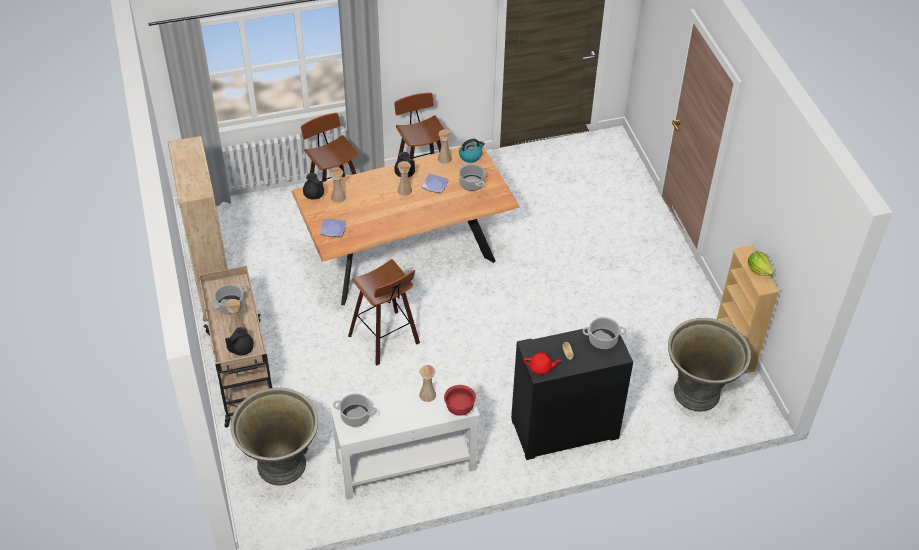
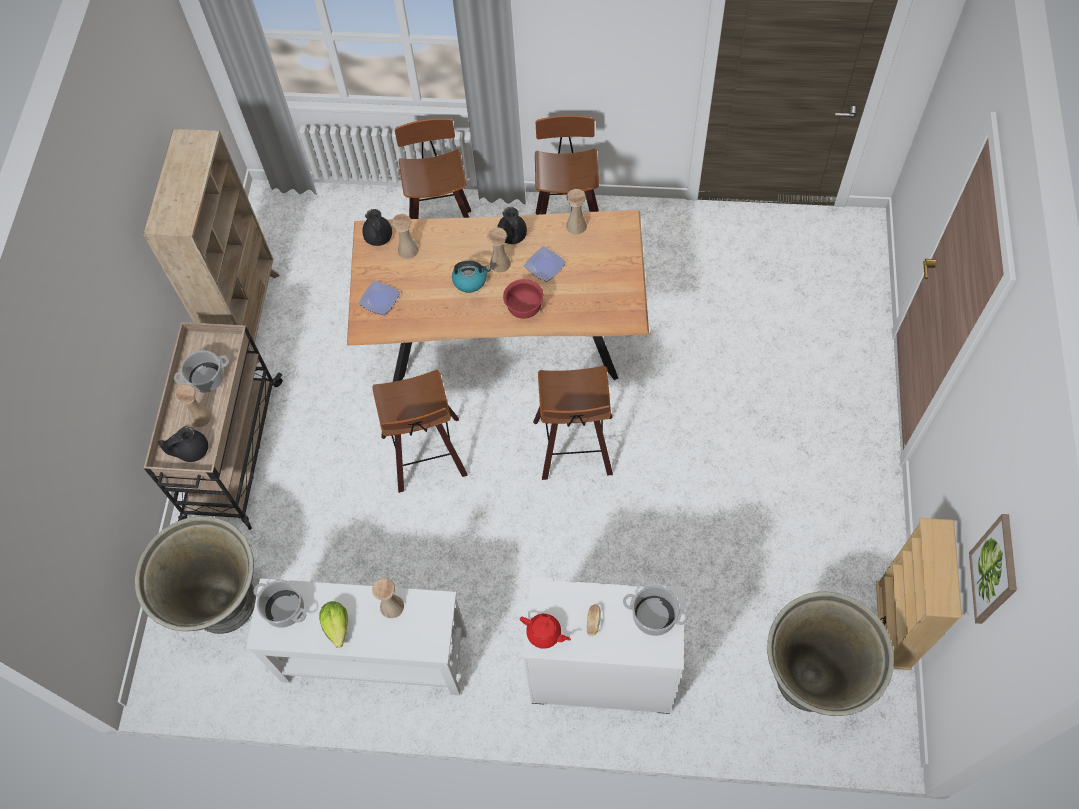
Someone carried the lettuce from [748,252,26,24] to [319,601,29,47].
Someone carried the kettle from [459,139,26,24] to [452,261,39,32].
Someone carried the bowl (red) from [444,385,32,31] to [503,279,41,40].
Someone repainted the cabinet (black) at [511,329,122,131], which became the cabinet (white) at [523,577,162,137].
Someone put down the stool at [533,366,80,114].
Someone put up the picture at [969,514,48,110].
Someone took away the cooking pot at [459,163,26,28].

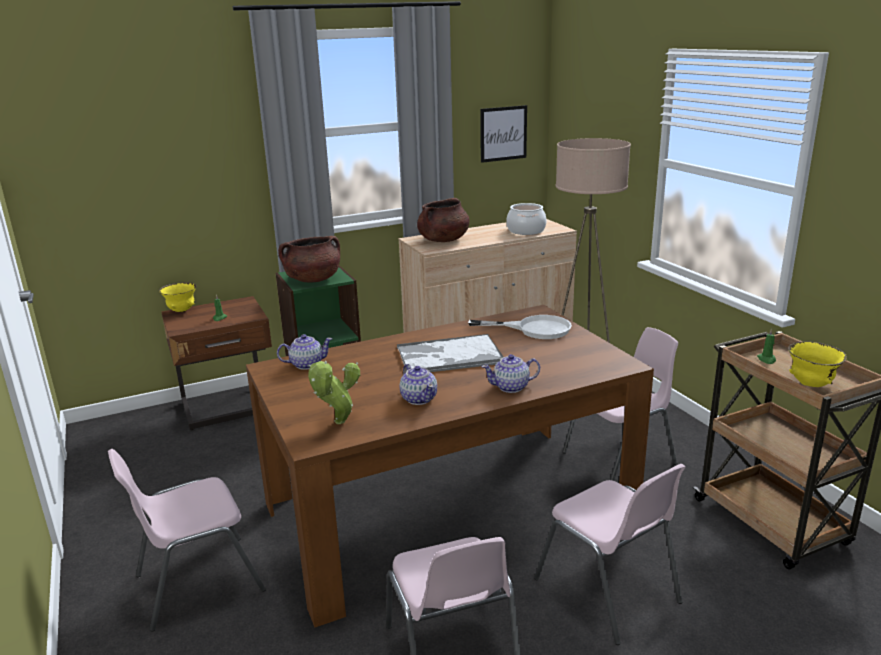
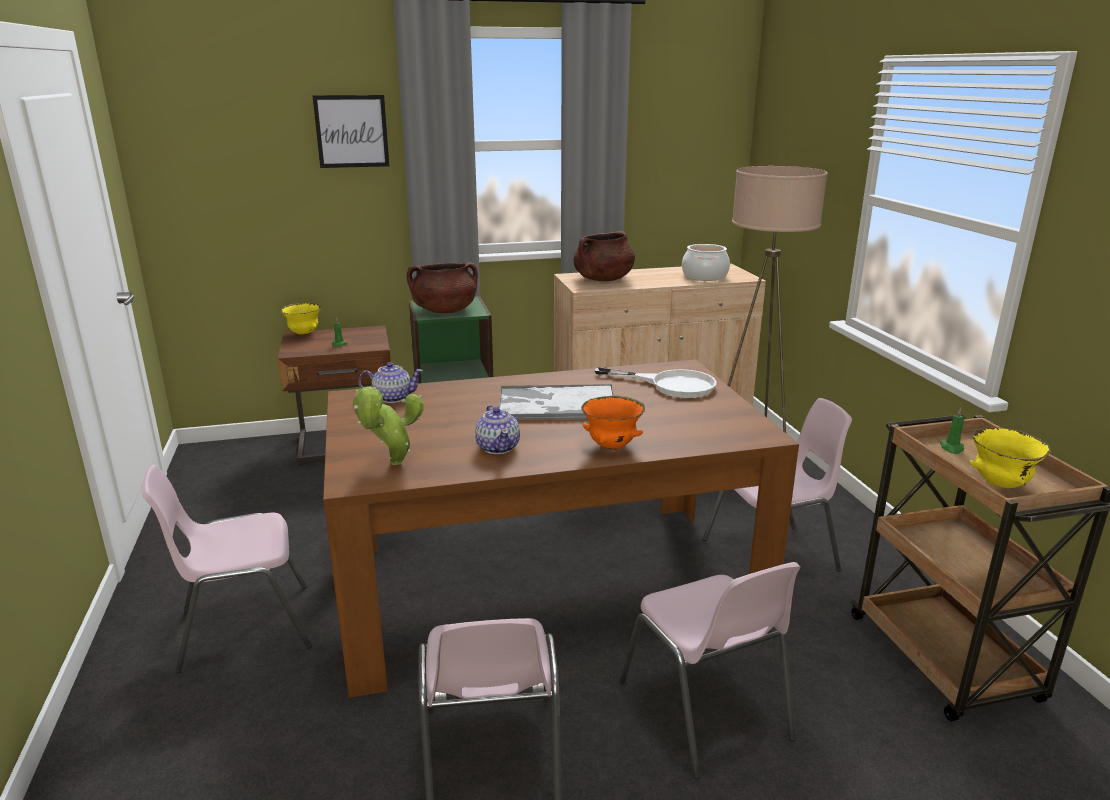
Someone carried the picture from [480,105,47,58] to [312,95,77,73].
Someone swapped the teapot at [482,354,58,39] for the bowl (orange) at [581,396,64,54].

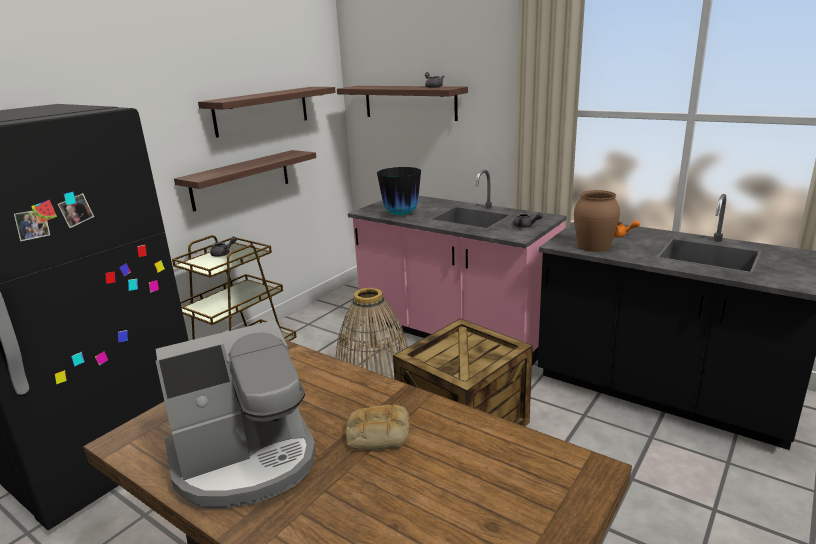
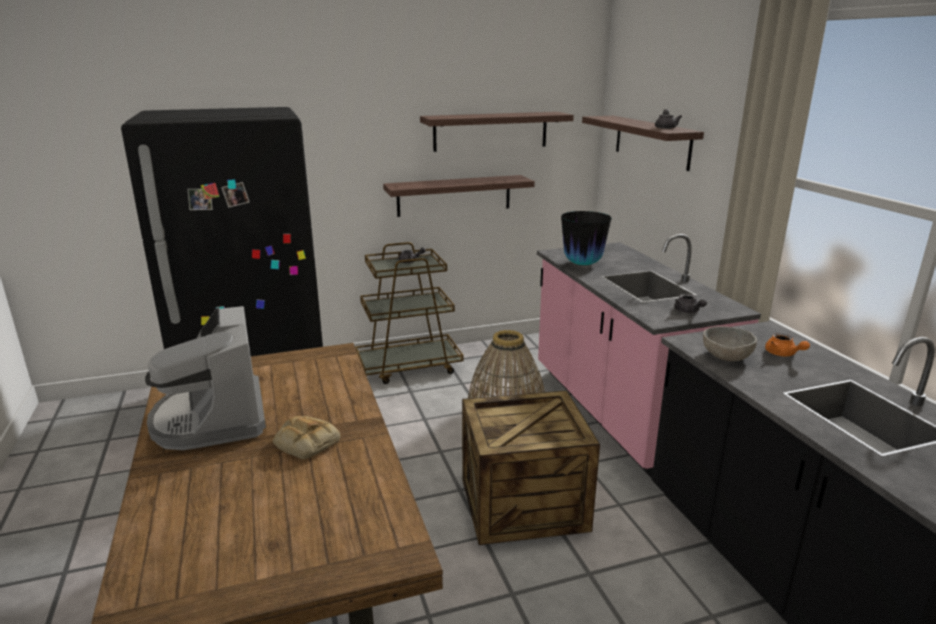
Someone rotated the coffee machine at [156,320,160,188] by 60 degrees clockwise.
Someone swapped the vase (brown) at [574,190,46,62] for the bowl (grey) at [703,326,54,35].

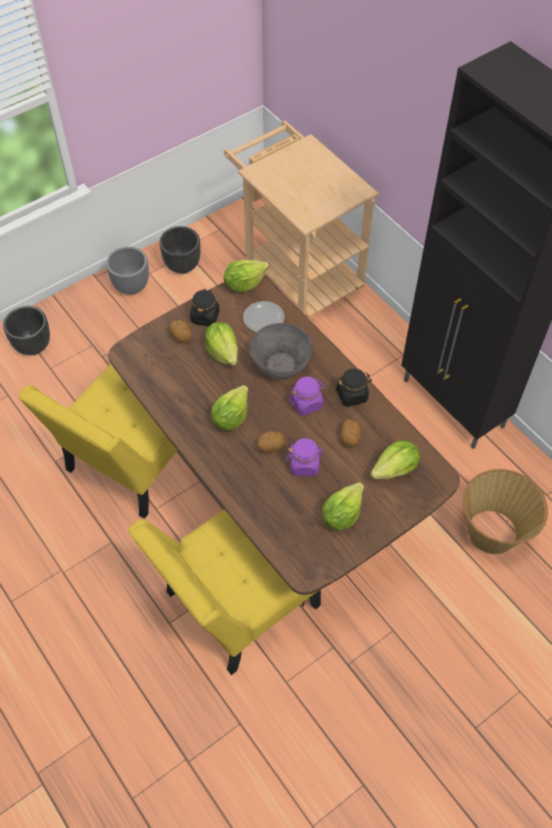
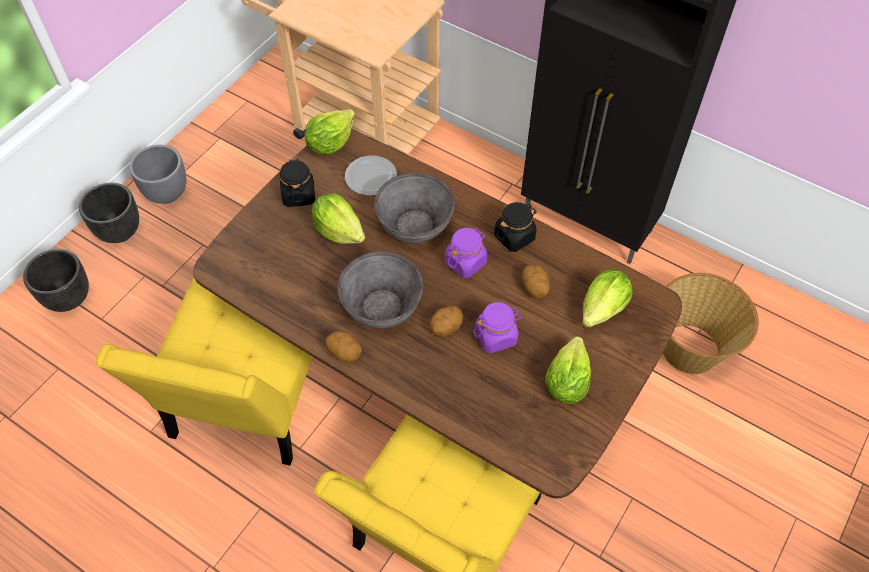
Someone carried the planter (black) from [159,226,42,48] to [79,183,60,60].
Someone carried the potato from [169,320,23,23] to [325,331,37,31].
Someone swapped the lettuce at [211,385,37,46] for the bowl (grey) at [337,251,86,77].

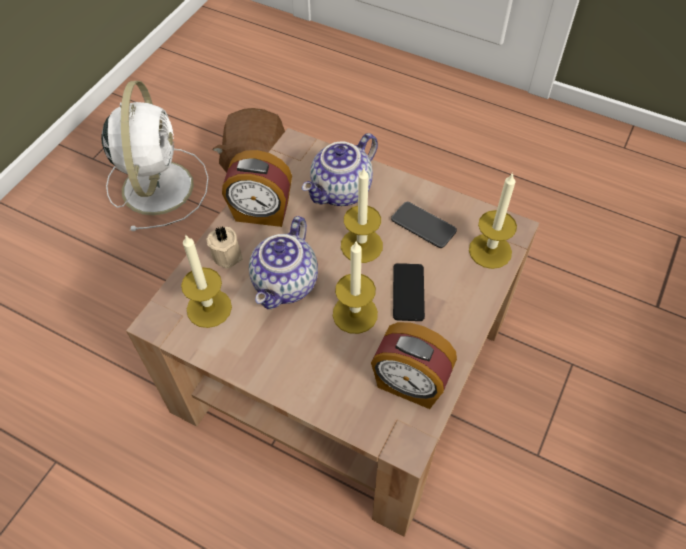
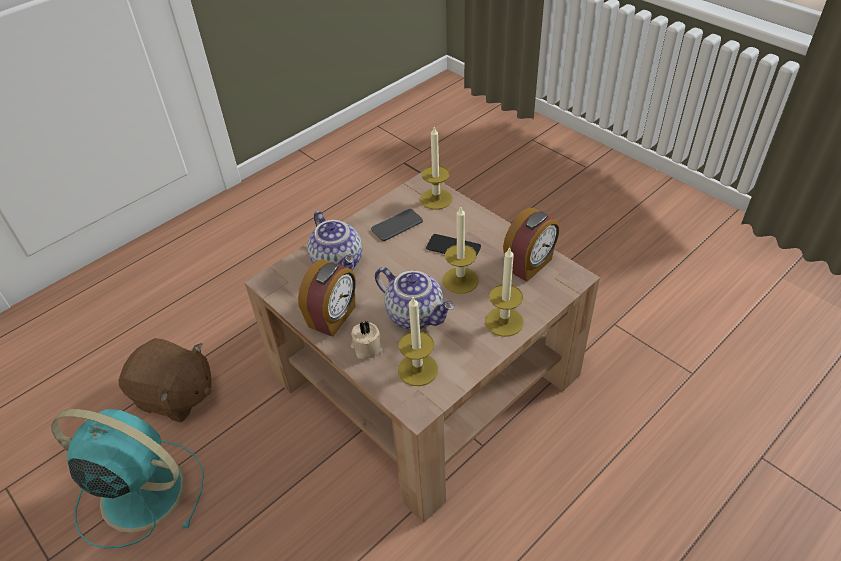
Someone repainted the fan (white) at [101,81,108,150], which became the fan (turquoise) at [51,409,153,139].
Someone carried the candle from [341,168,42,95] to [485,246,39,91].

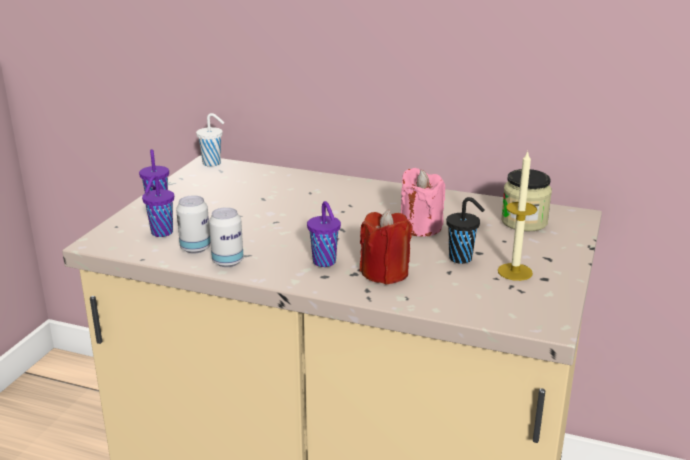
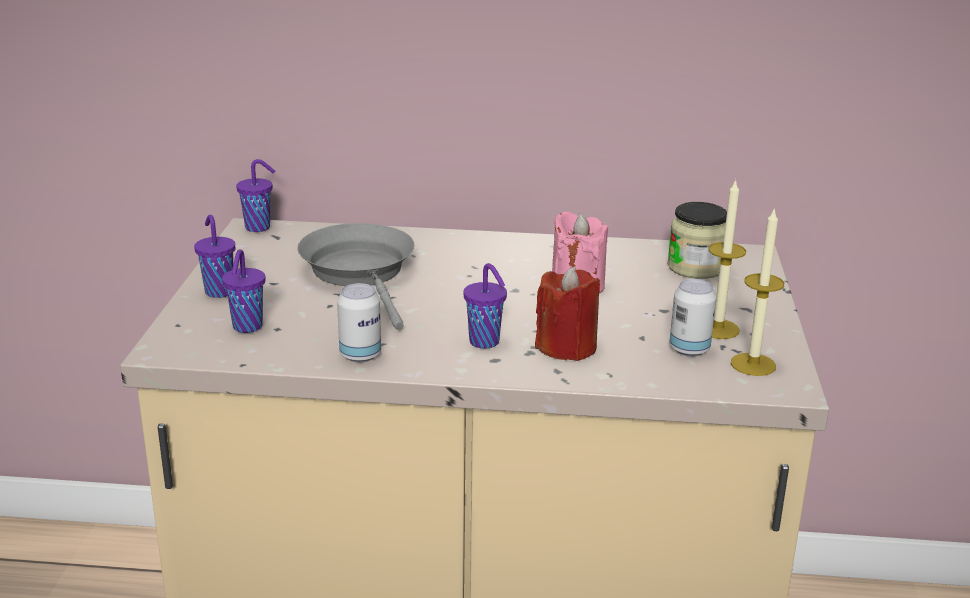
Someone repainted the cup (white) at [196,113,28,54], which became the cup (purple) at [236,159,39,73].
Someone put down the frying pan (grey) at [297,223,118,107].
Someone carried the can from [176,195,35,59] to [669,279,47,78].
Someone put down the candle at [731,207,53,169].
Someone took away the cup (black) at [446,197,38,67].

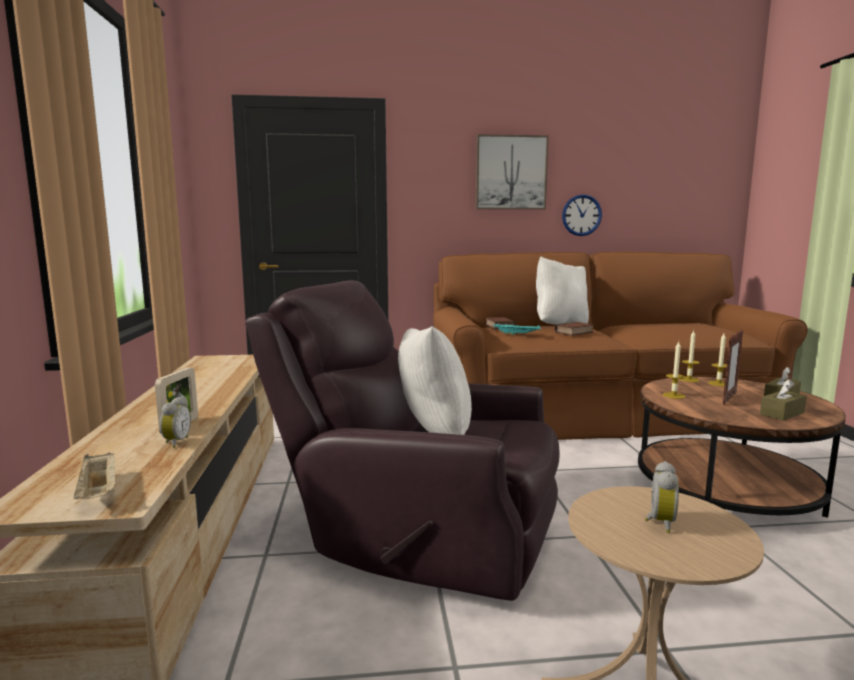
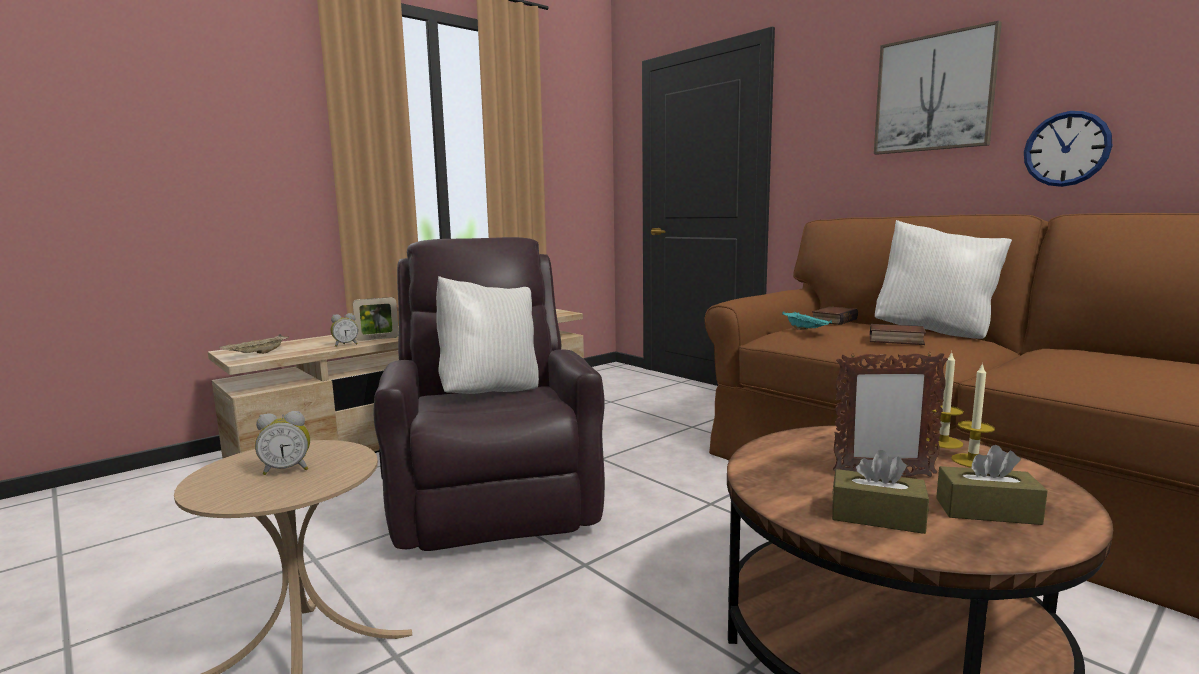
Someone took away the candle at [663,342,22,57].

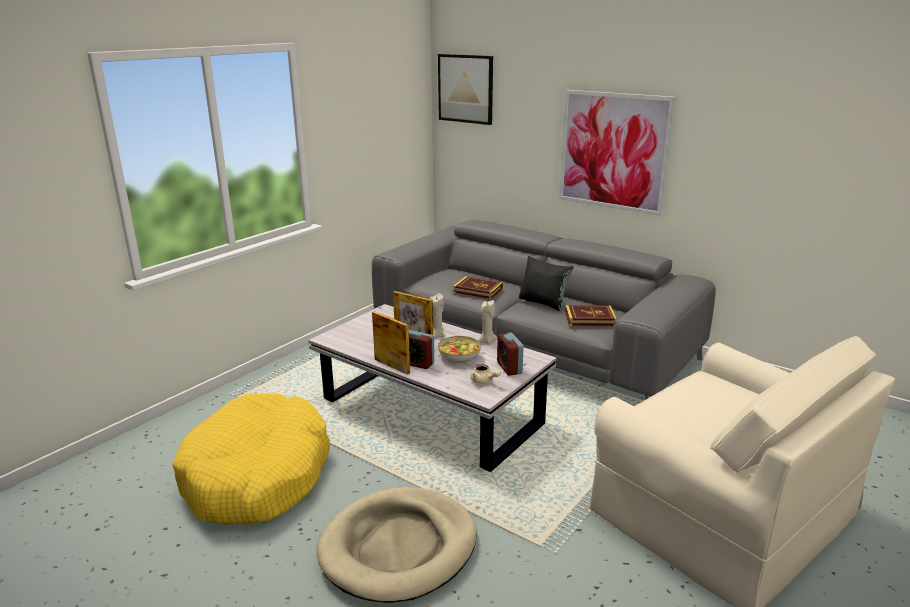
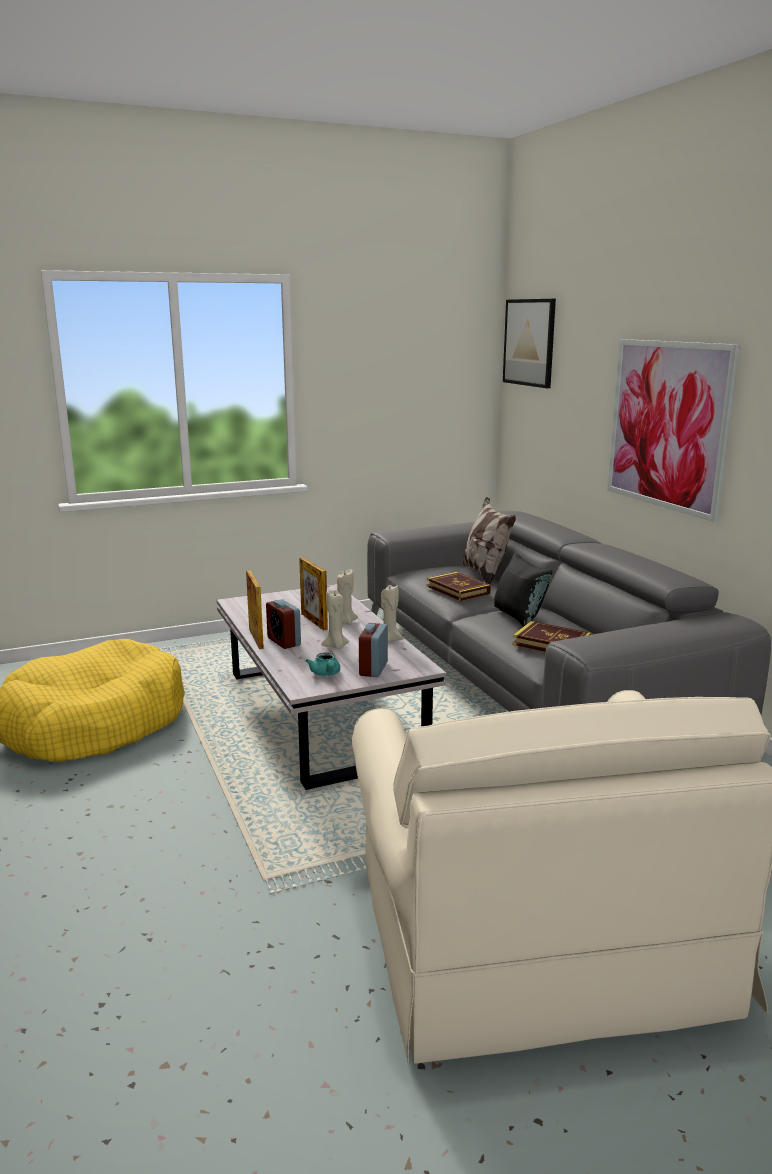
Someone repainted the teapot (beige) at [470,364,31,20], which became the teapot (turquoise) at [306,652,34,24].
Someone swapped the bowl at [438,336,43,28] for the candle (beige) at [322,590,27,59].
Someone put down the pillow at [461,497,55,88].
Someone took away the dog bed (beige) at [316,487,161,116].

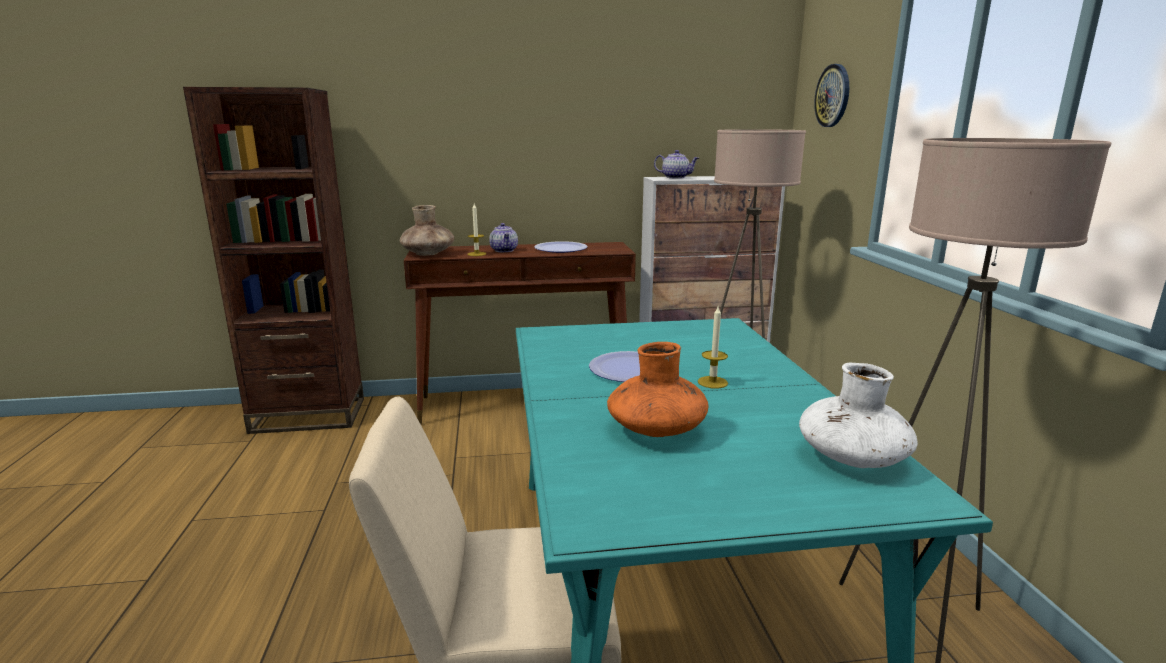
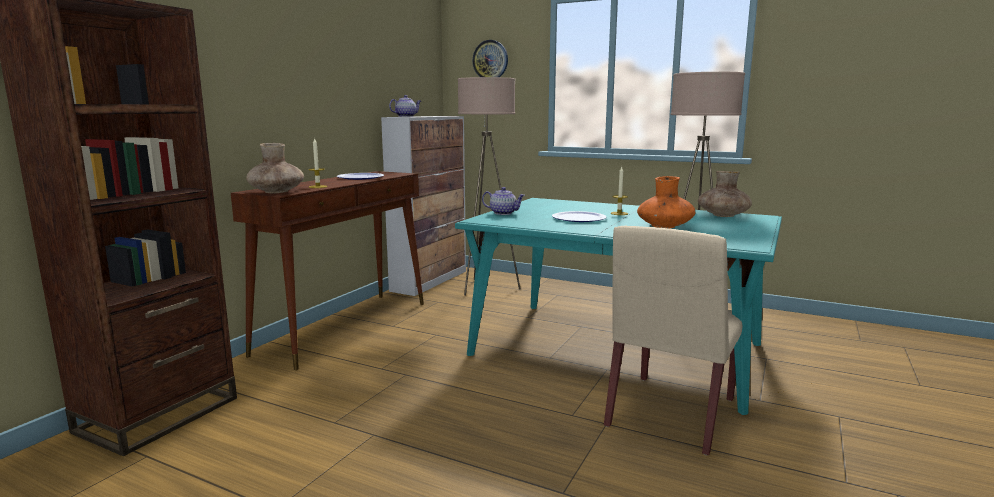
Someone carried the teapot from [489,223,29,29] to [482,187,43,28].
Someone repainted the vase (white) at [799,363,119,105], which became the vase (brown) at [698,171,54,46].

